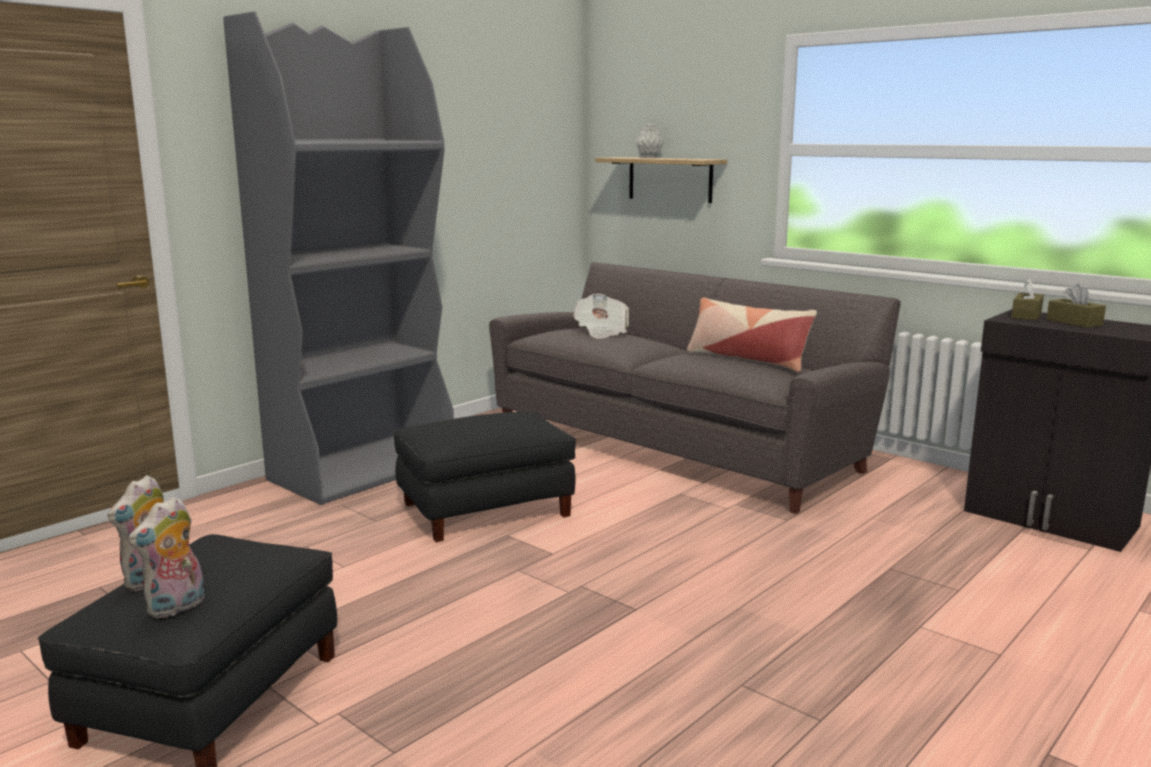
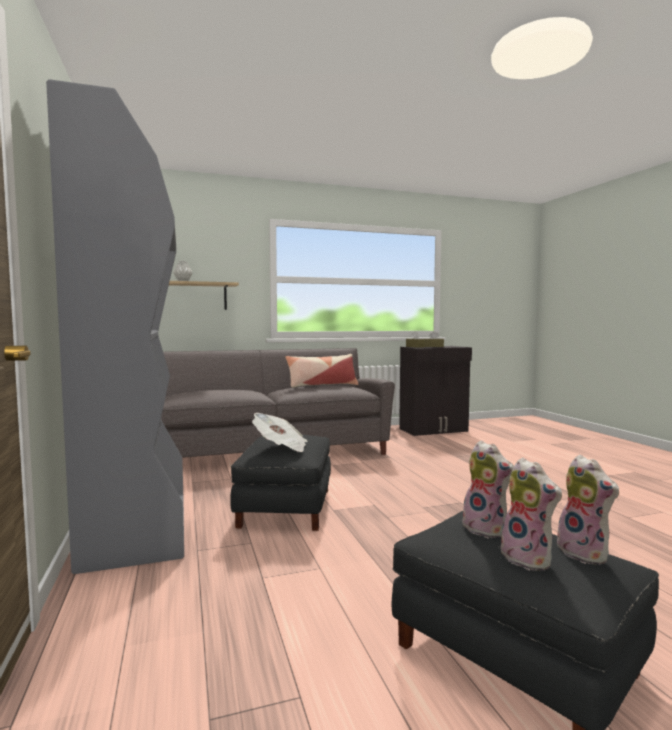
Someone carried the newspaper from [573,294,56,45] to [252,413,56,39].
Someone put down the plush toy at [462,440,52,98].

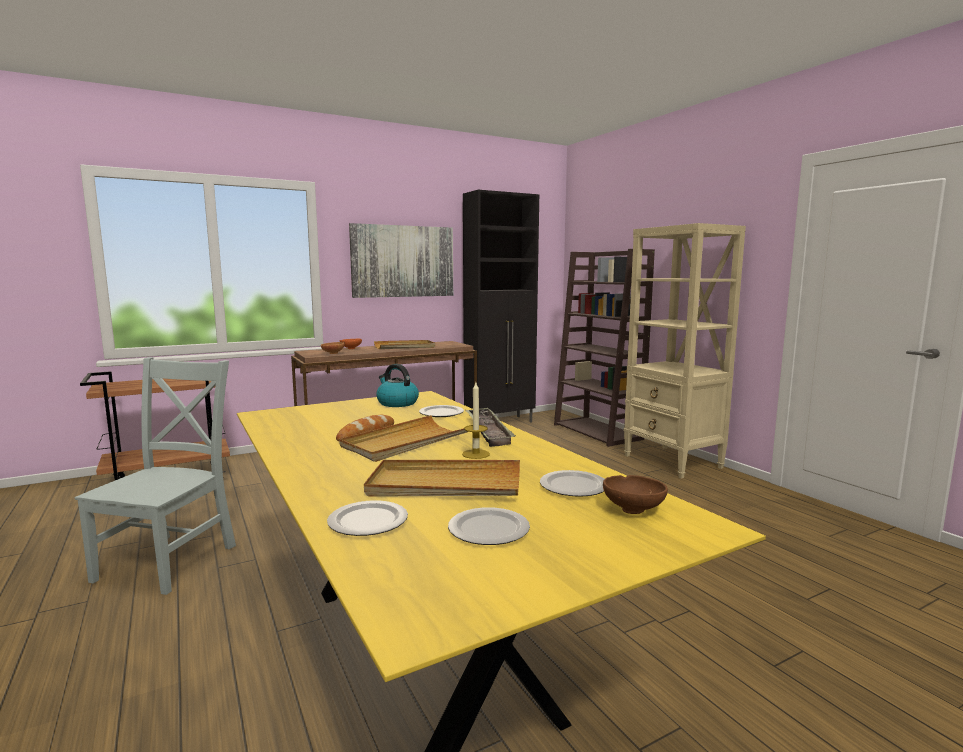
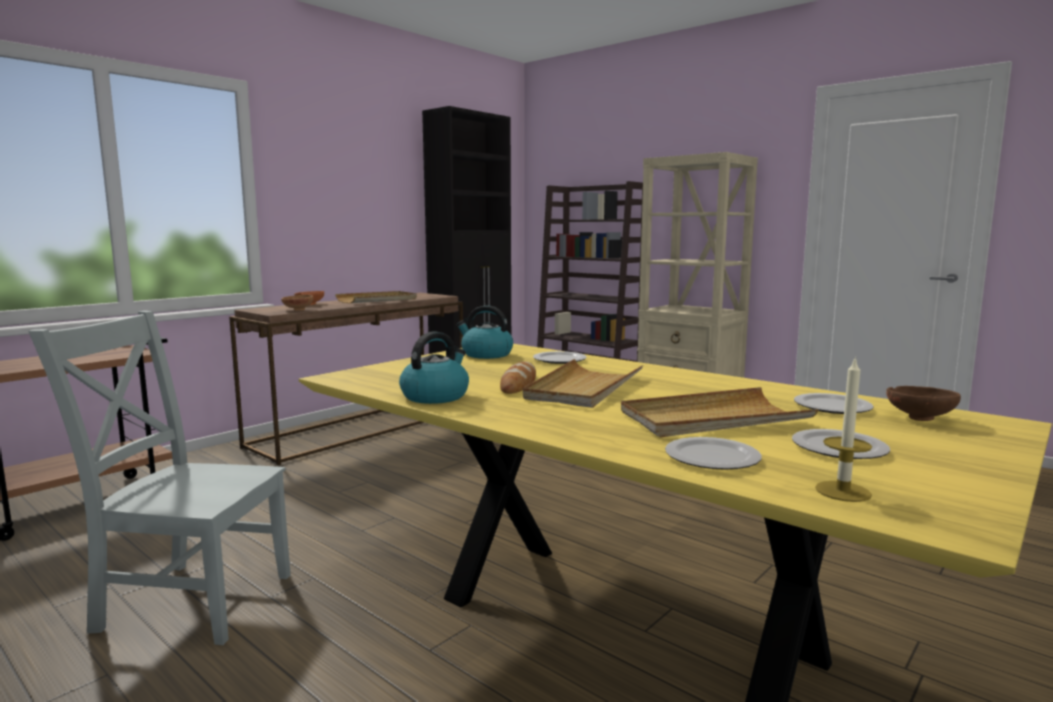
Someone rotated the chair (grey) at [74,357,162,238] by 75 degrees counterclockwise.
Someone put down the kettle at [399,331,70,73].
Someone carried the candle from [462,383,28,76] to [815,356,57,146].
Someone took away the picture at [349,223,104,75].
Someone took away the tray at [465,408,51,39].

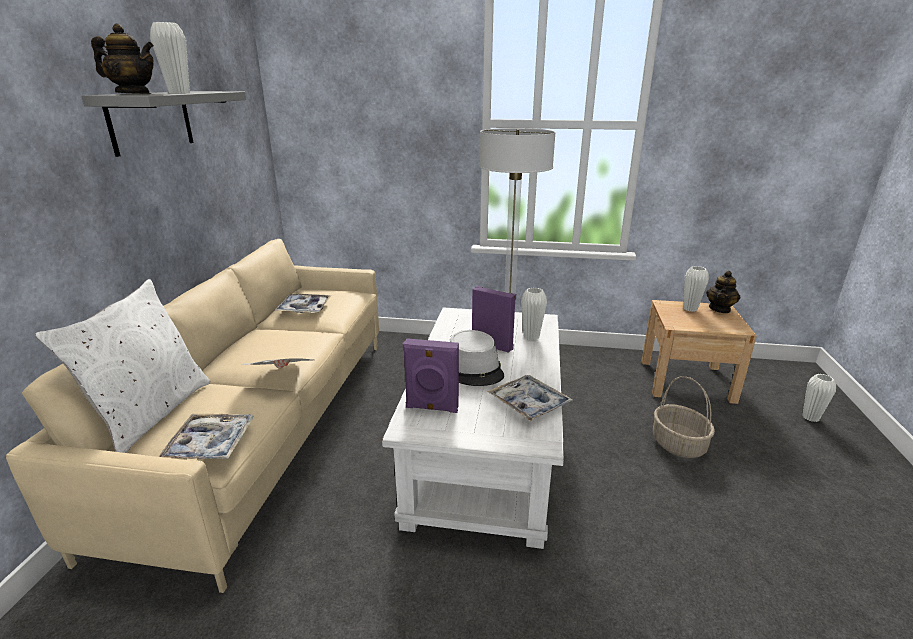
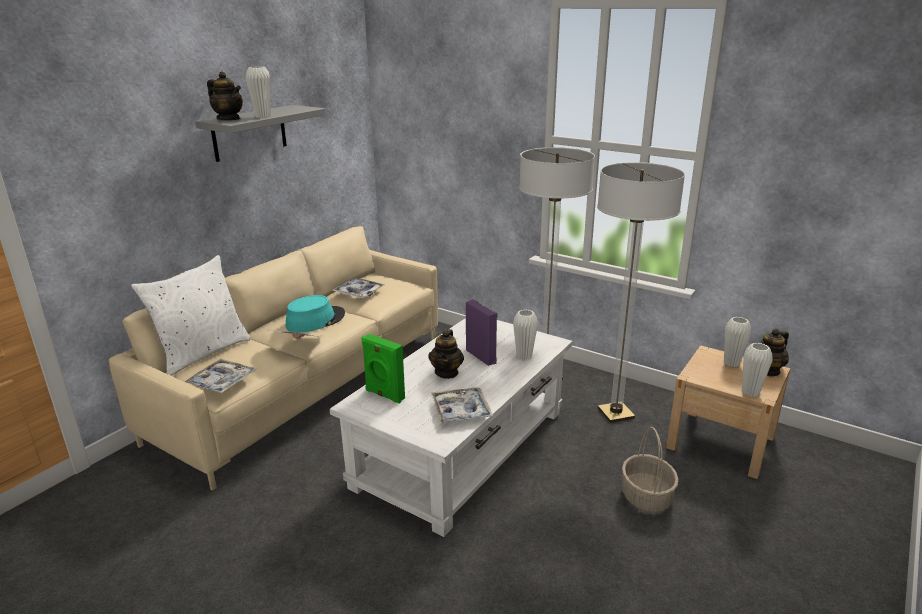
Someone put down the hat (turquoise) at [286,295,59,37].
Someone repainted the speaker (purple) at [403,338,56,75], which became the speaker (green) at [361,334,44,70].
Someone swapped the hat (grey) at [450,330,54,56] for the teapot at [428,329,36,50].
Someone put down the floor lamp at [597,162,88,261].
Someone carried the vase (white) from [803,374,33,48] to [742,343,31,54].

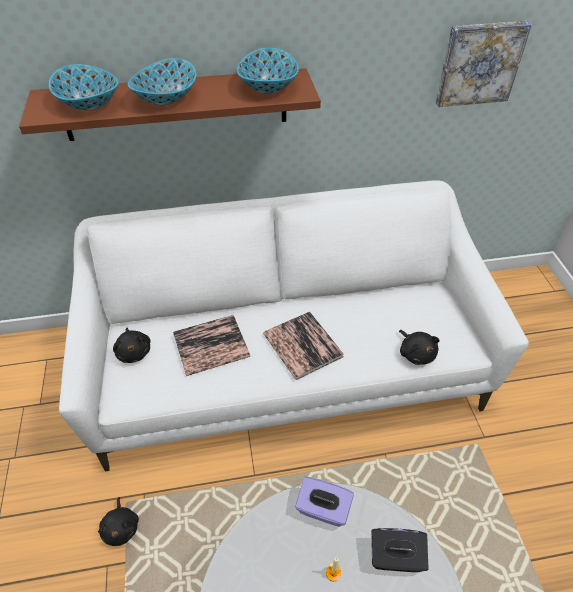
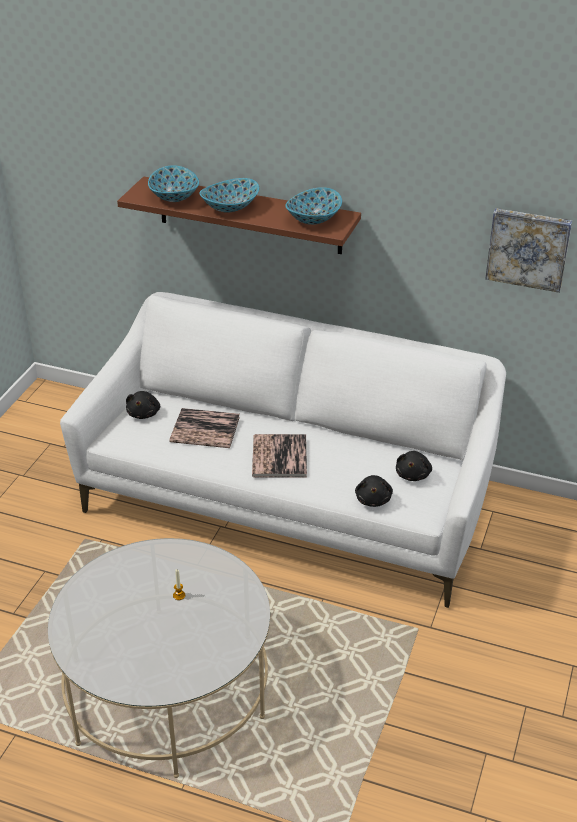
Someone carried the plush toy (black) from [98,497,41,49] to [396,451,36,30].
Someone took away the tissue box (purple) at [295,476,59,51].
Someone took away the tissue box (black) at [371,528,58,44].

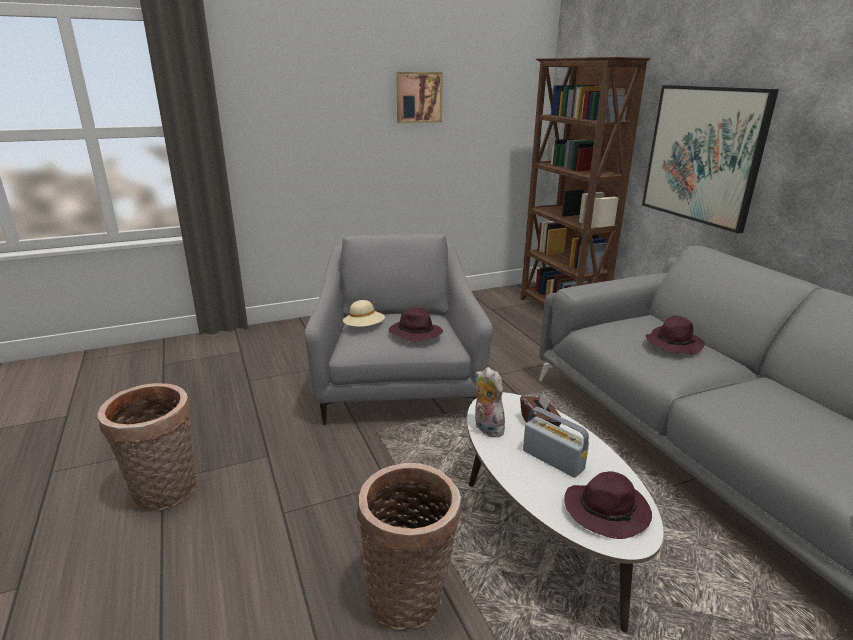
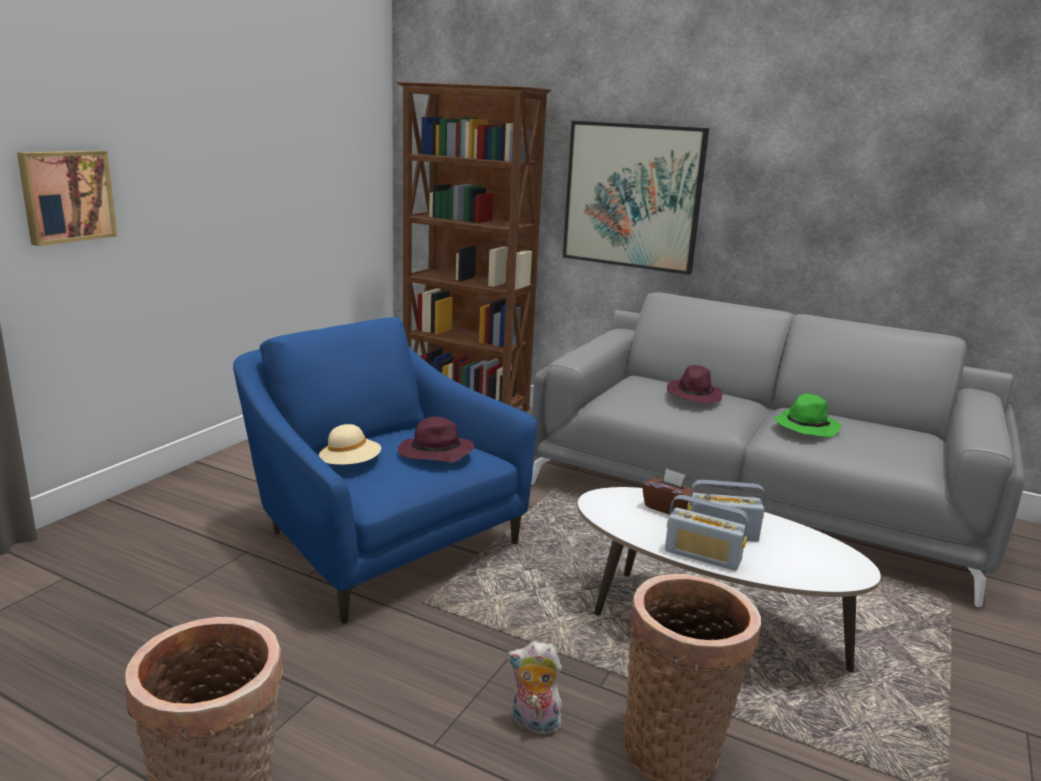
Someone carried the picture from [396,72,47,51] to [17,151,100,95].
Someone repainted the armchair (grey) at [305,234,188,191], which became the armchair (blue) at [233,317,304,307].
Someone carried the plush toy from [475,367,31,70] to [507,641,55,94].
Someone put down the radio at [665,495,83,76].
Someone put down the hat (green) at [774,394,68,44].
Someone took away the hat (purple) at [564,471,88,68].

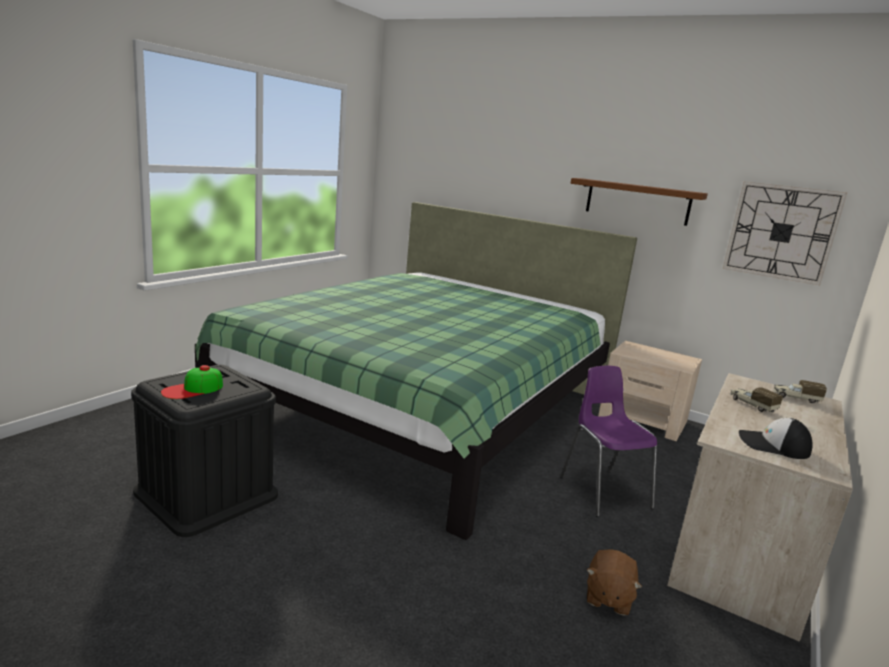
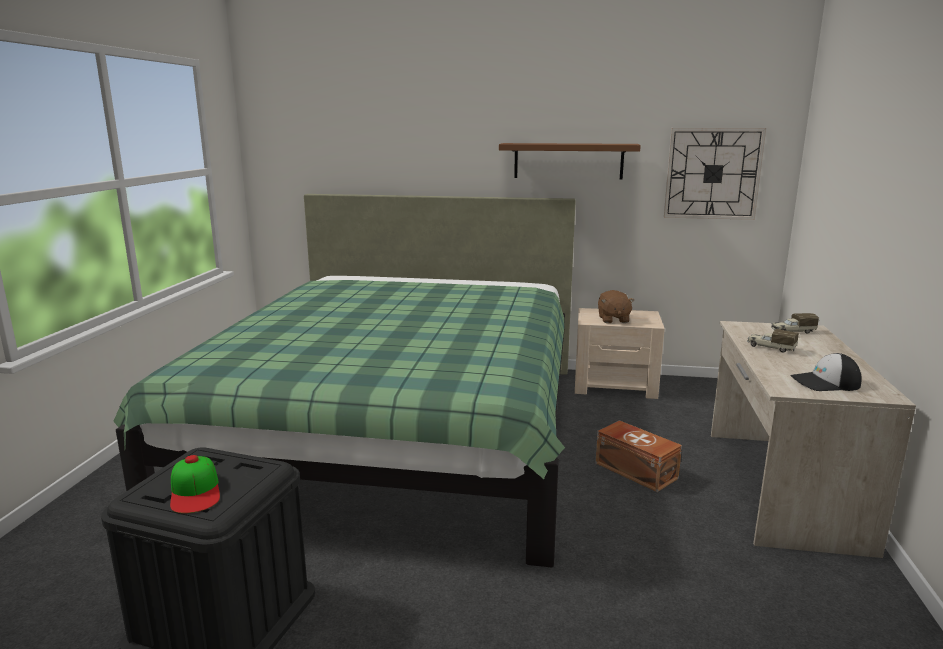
Someone rotated the cap at [161,365,62,34] by 45 degrees counterclockwise.
Someone swapped the chair (purple) at [560,366,97,151] for the storage box (brown) at [595,420,87,72].
Someone carried the plush toy (brown) from [587,549,55,66] to [598,290,36,33].

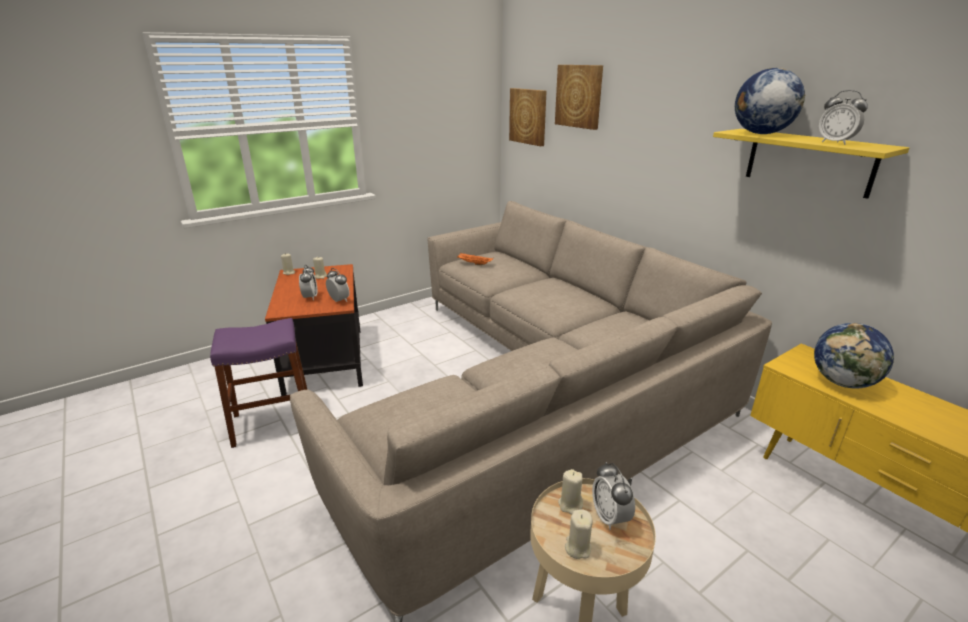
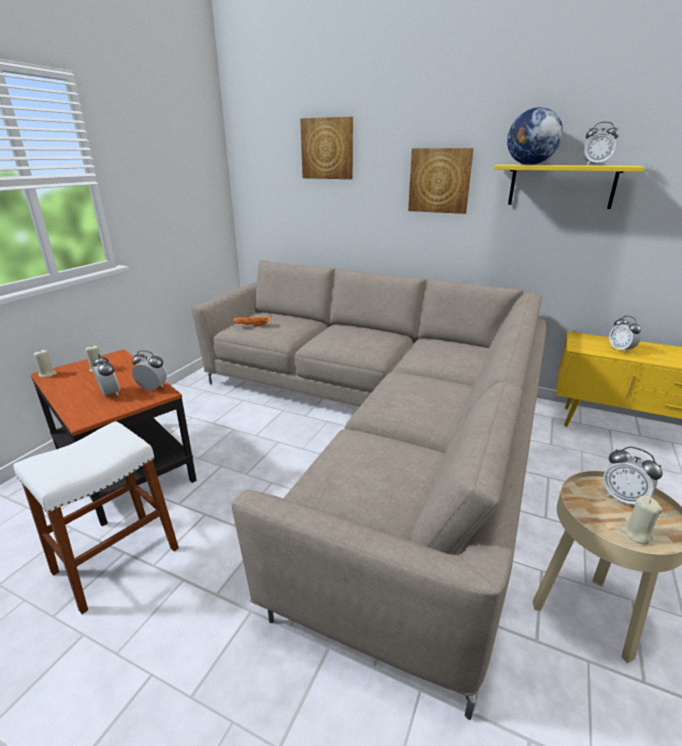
Someone repainted the stool (purple) at [210,318,98,130], which became the stool (white) at [13,421,166,193].
Someone carried the picture from [509,88,37,58] to [408,148,66,66].
Someone swapped the globe at [814,323,80,65] for the alarm clock at [609,316,32,37].
Someone took away the candle (beige) at [558,469,25,46].

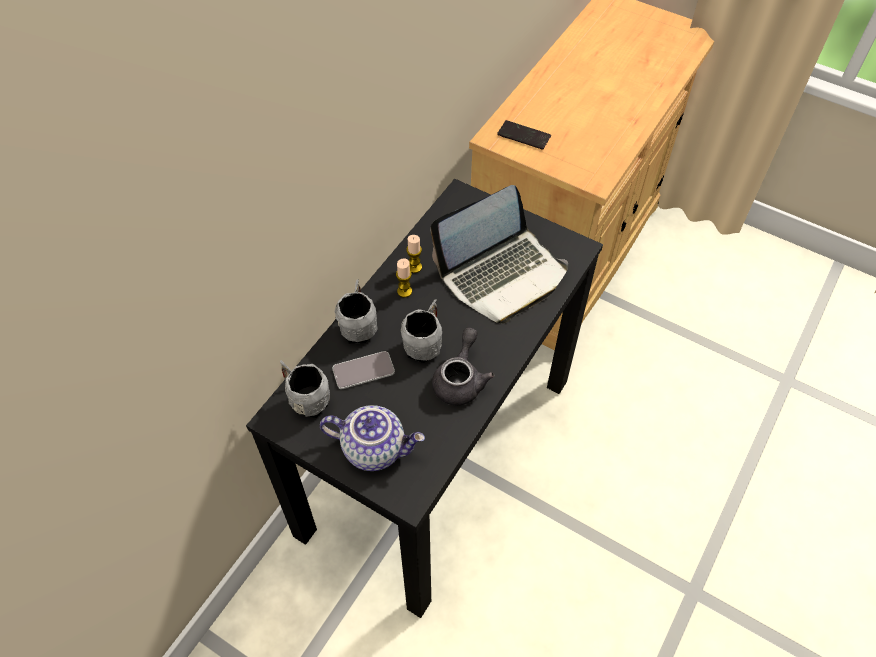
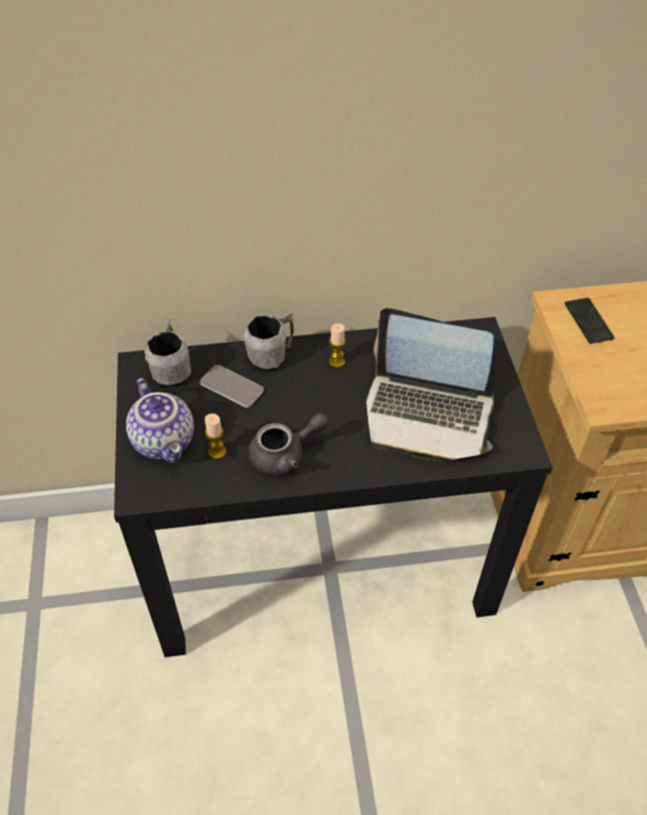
Someone carried the candle from [406,235,16,38] to [205,413,21,46].
Someone took away the mug (grey) at [401,299,41,64].

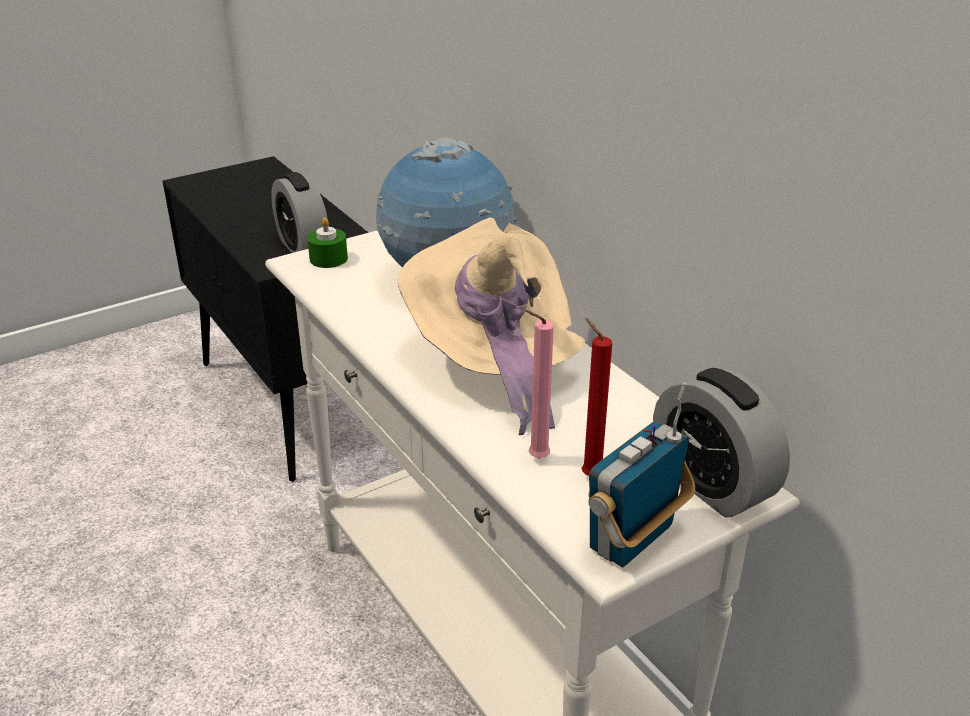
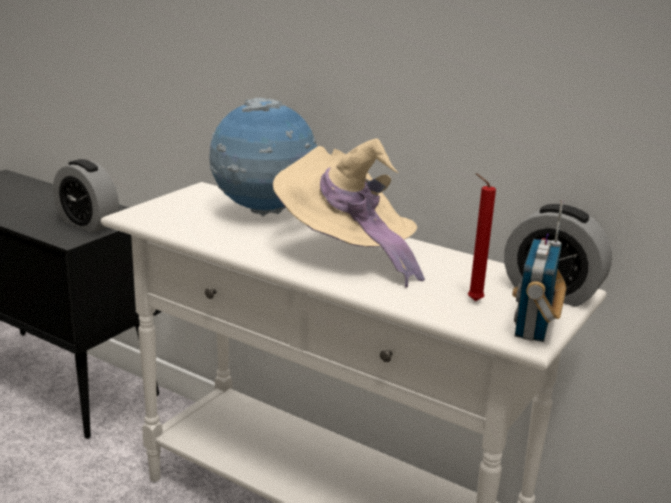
Someone took away the candle (green) at [307,217,41,51].
Someone took away the candle (pink) at [525,310,29,149].

